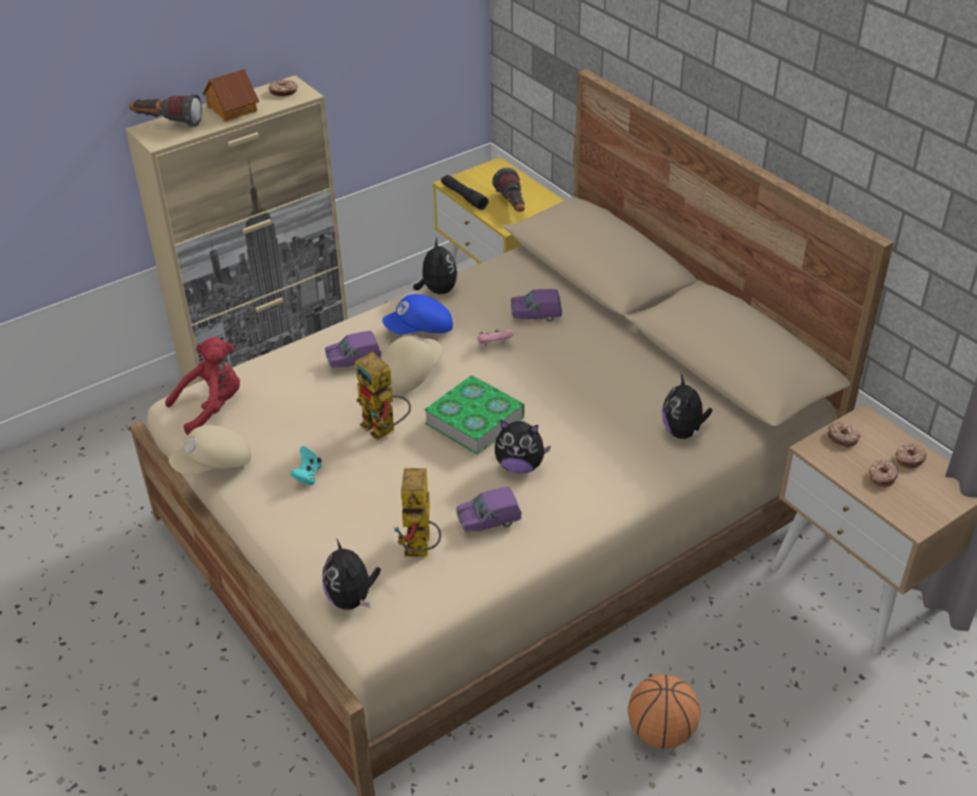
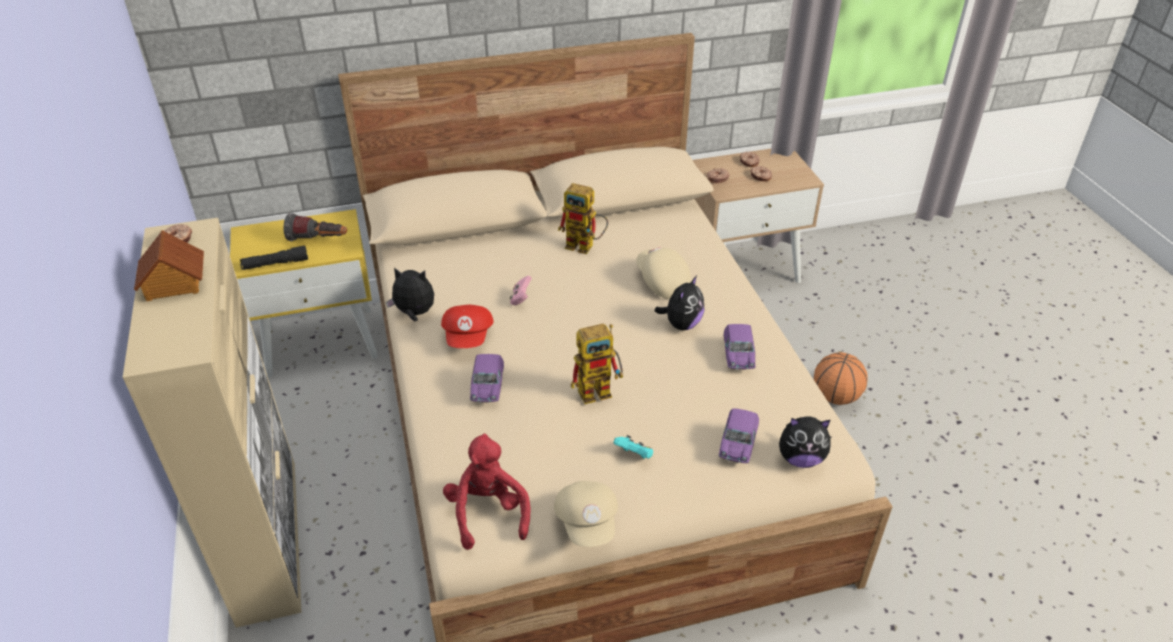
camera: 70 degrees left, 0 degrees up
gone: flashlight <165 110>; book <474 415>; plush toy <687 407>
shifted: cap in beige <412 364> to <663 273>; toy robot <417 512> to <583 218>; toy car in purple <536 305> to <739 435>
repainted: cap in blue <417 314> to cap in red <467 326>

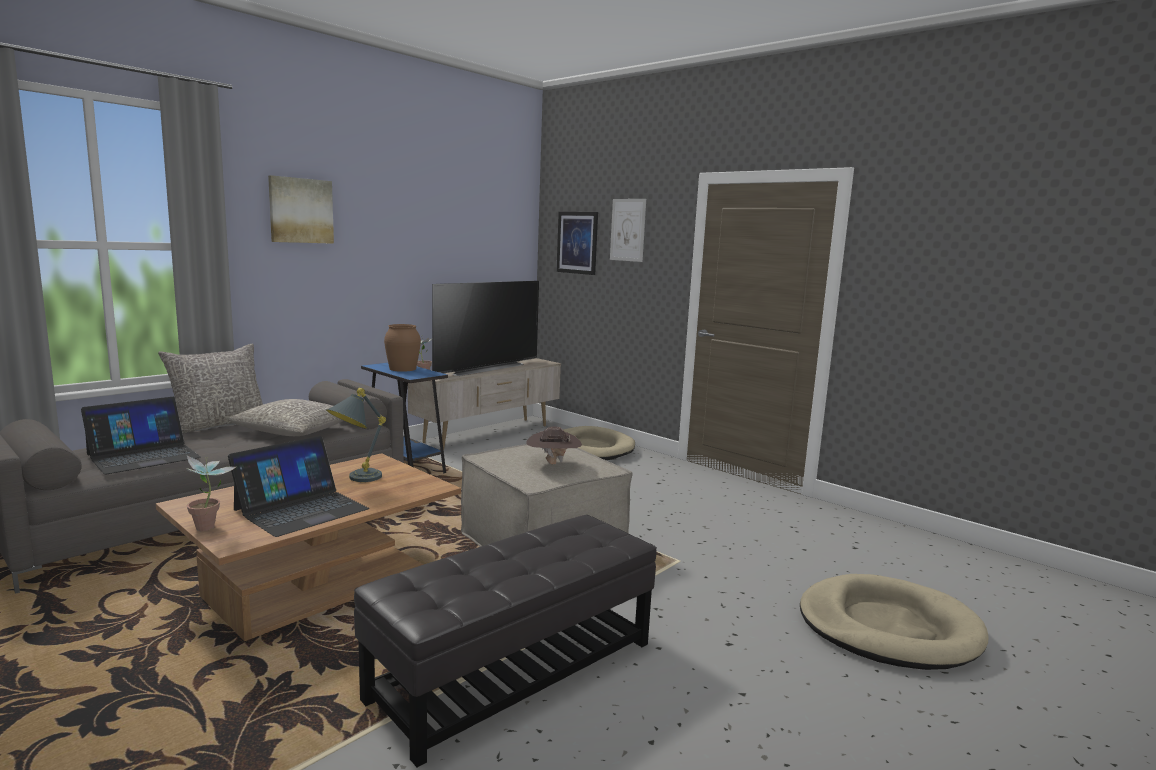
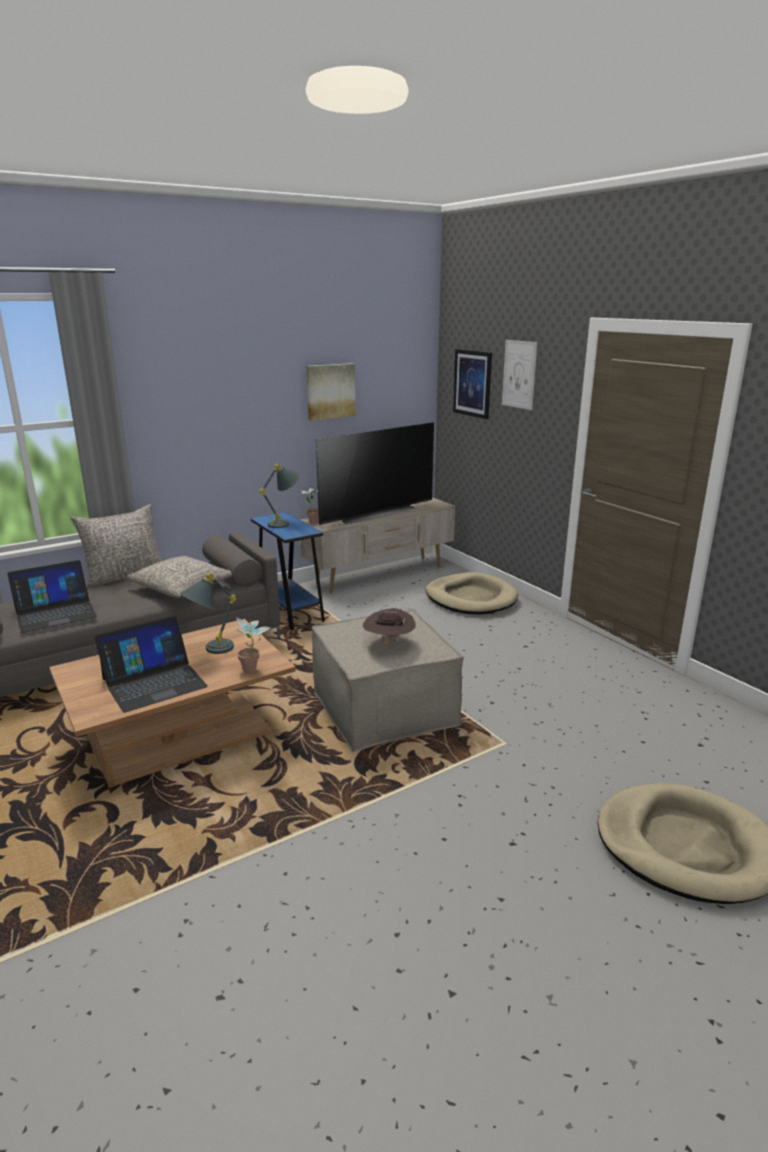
camera: 15 degrees right, 10 degrees up
gone: ottoman in black <505 641>
shifted: potted plant <211 493> to <253 645>; picture <301 209> to <330 392>
swapped: vase in brown <402 348> to table lamp in grey <280 496>

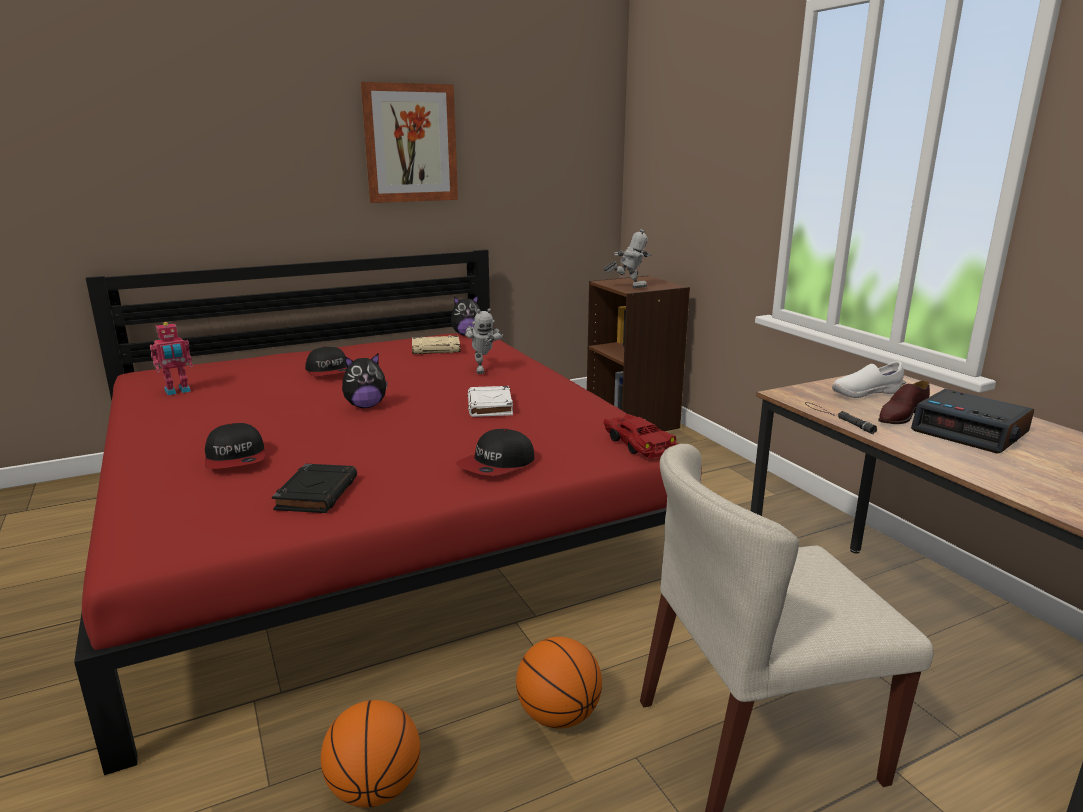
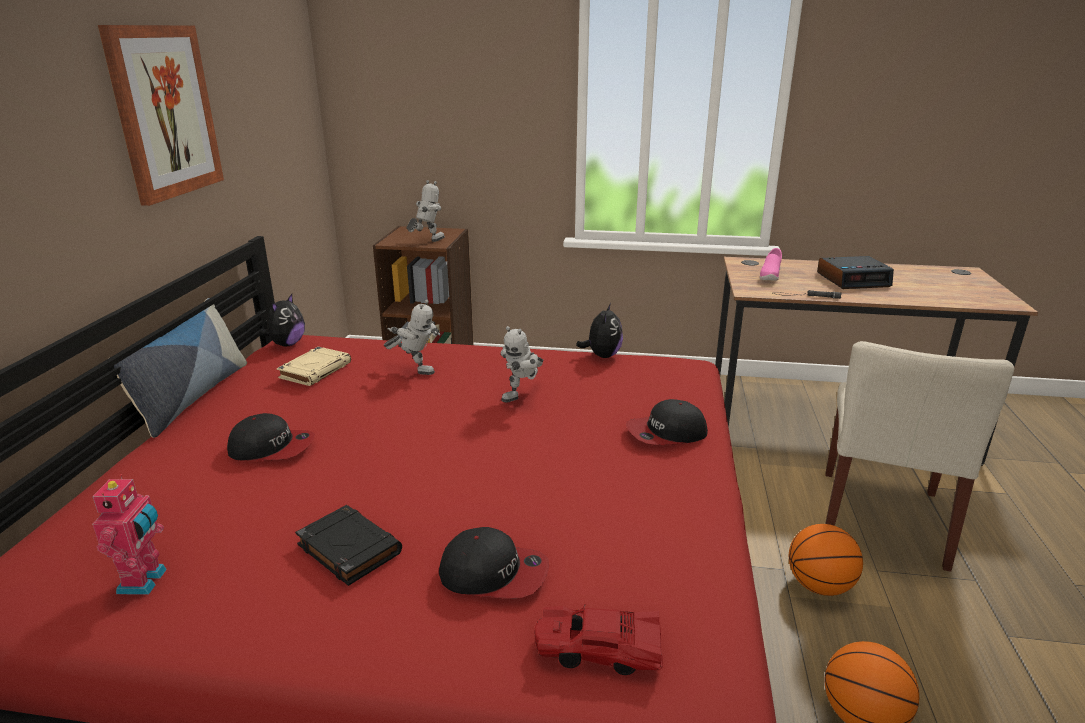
camera: 55 degrees left, 5 degrees up
gone: shoe in brown <904 402>
new: pillow <177 368>
shifted: book in black <314 488> to <348 545>; plush toy <365 380> to <599 330>; toy car in red <640 436> to <598 640>
swapped: book in white <490 401> to toy robot <522 364>
repainted: shoe in white <868 379> to shoe in pink <770 264>
rotated: cap <495 452> = <667 422> 90 degrees clockwise

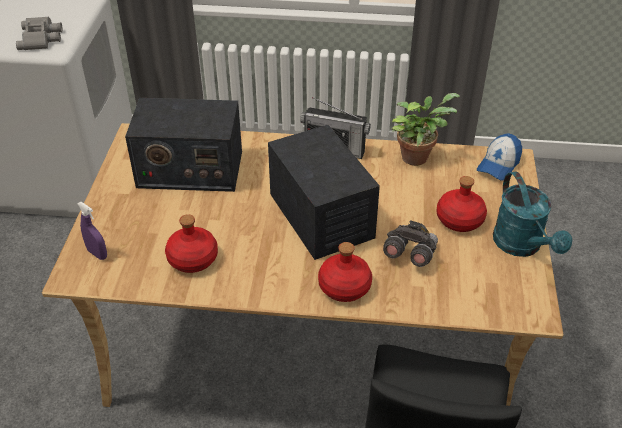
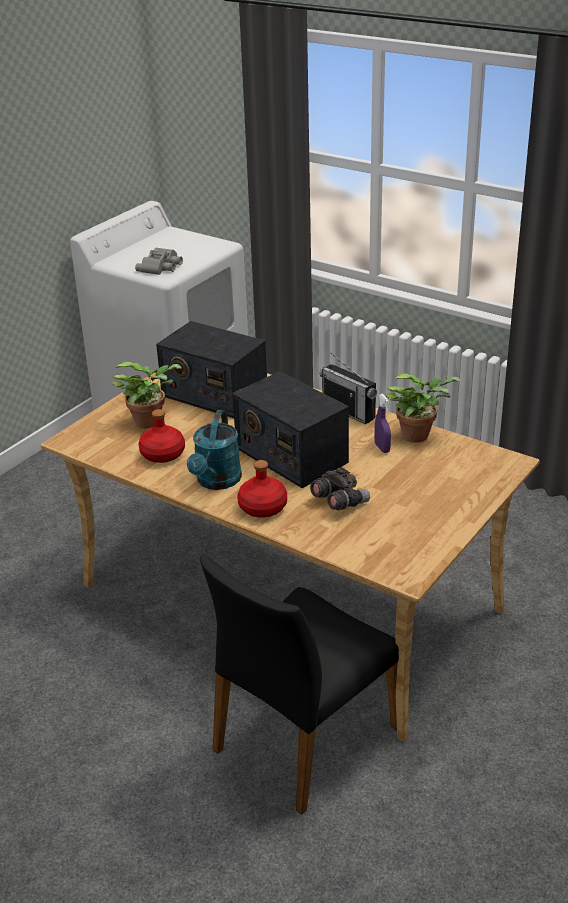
camera: 30 degrees right, 10 degrees down
gone: bottle in red <461 204>; cap <499 157>
new: potted plant <146 395>
shifted: spray bottle in purple <92 231> to <383 423>; watering can in turquoise <532 214> to <214 450>
rotated: radio <324 192> = <290 429> 135 degrees clockwise

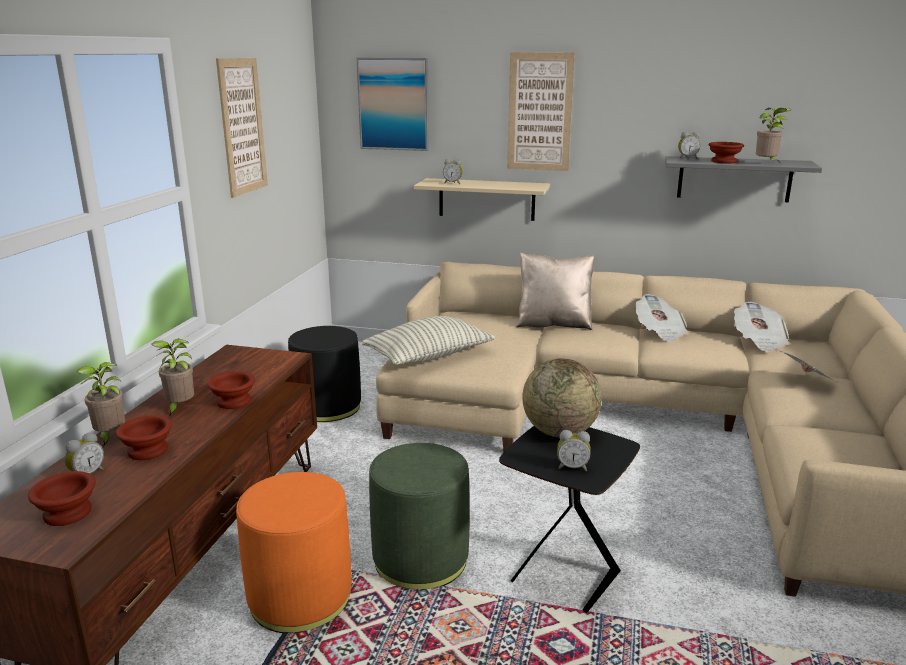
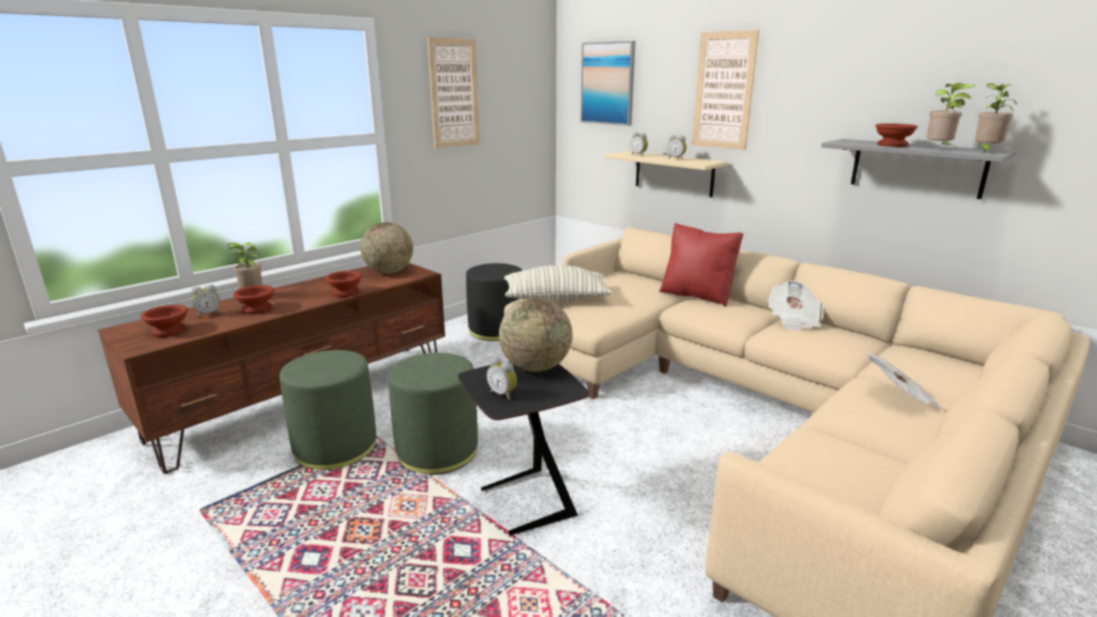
camera: 30 degrees right, 0 degrees up
gone: newspaper <762 327>
new: globe <386 248>
shifted: potted plant <173 378> to <996 118>; alarm clock <689 145> to <677 147>
repainted: ottoman in orange <294 552> to ottoman in green <328 410>; pillow in beige <555 291> to pillow in red <701 265>

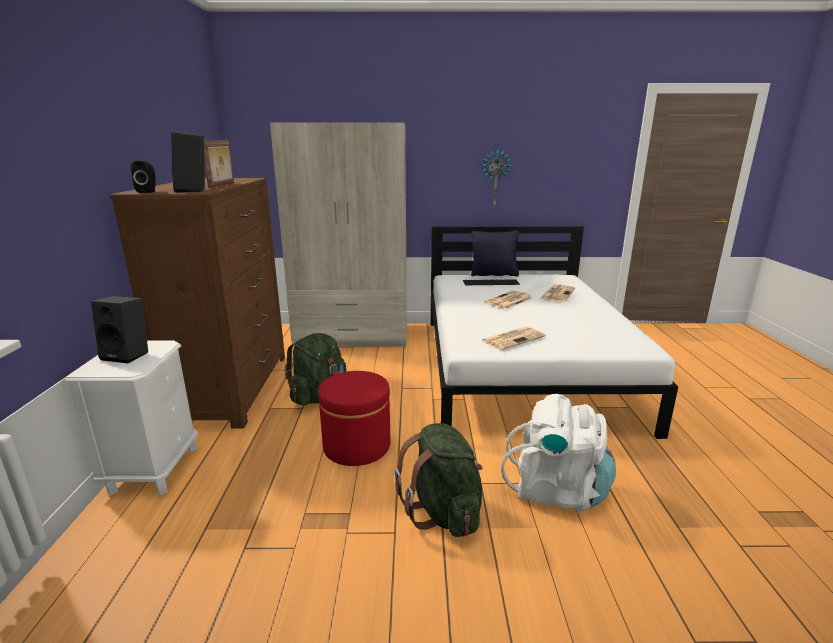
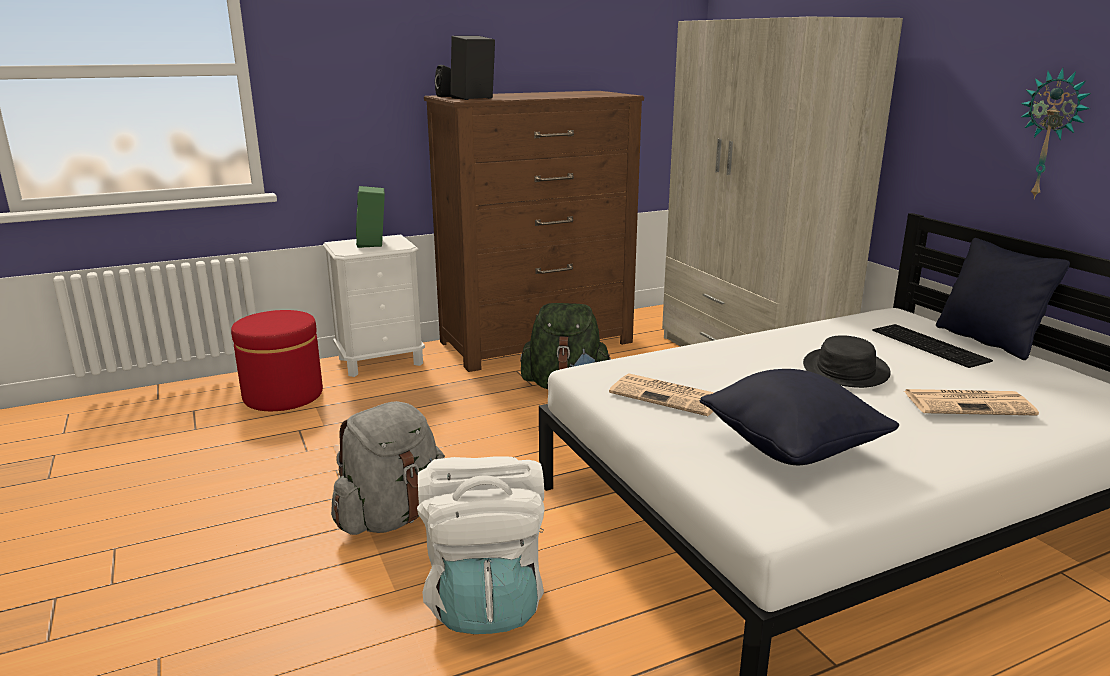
camera: 65 degrees right, 0 degrees up
gone: picture frame <219 164>
new: pillow in black <799 417>
shifted: ottoman in red <354 418> to <277 360>
swapped: newspaper <508 299> to hat in black <847 361>
repainted: speaker in black <119 329> to speaker in green <370 217>; backpack in green <438 480> to backpack in grey <388 468>

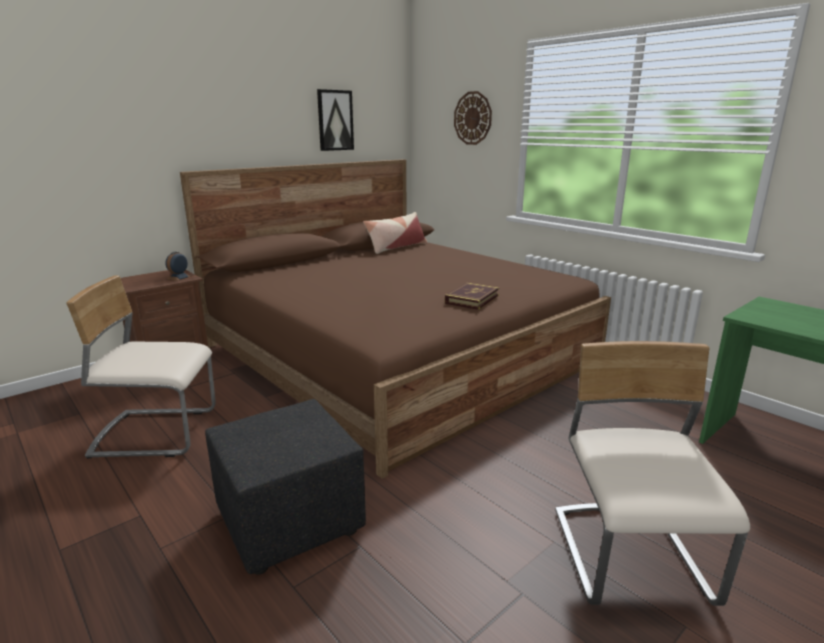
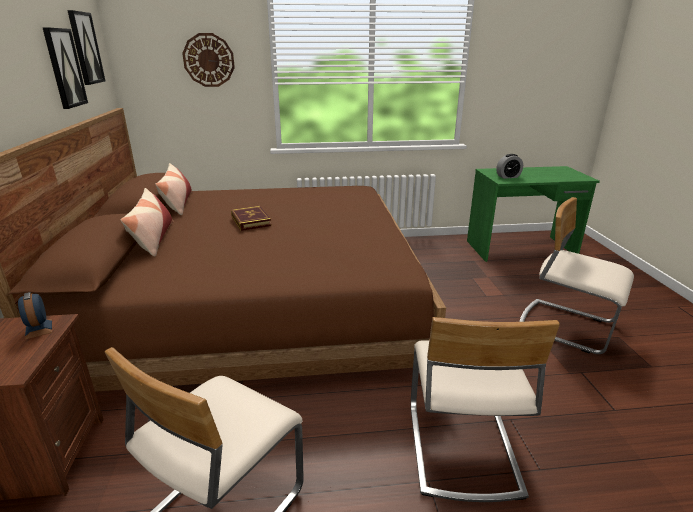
camera: 55 degrees left, 5 degrees up
new: picture <86 47>; pillow <147 222>; alarm clock <509 166>
shifted: book <472 296> to <251 218>
swapped: ottoman in black <285 487> to chair in beige <485 409>

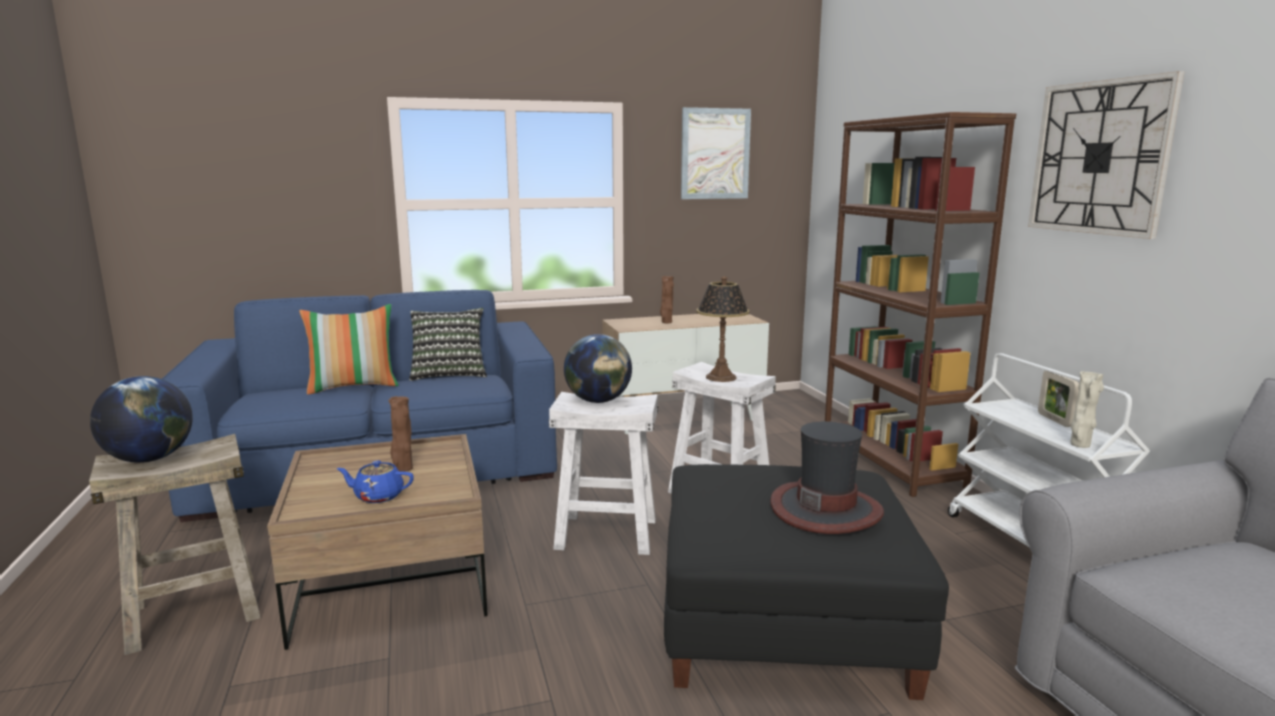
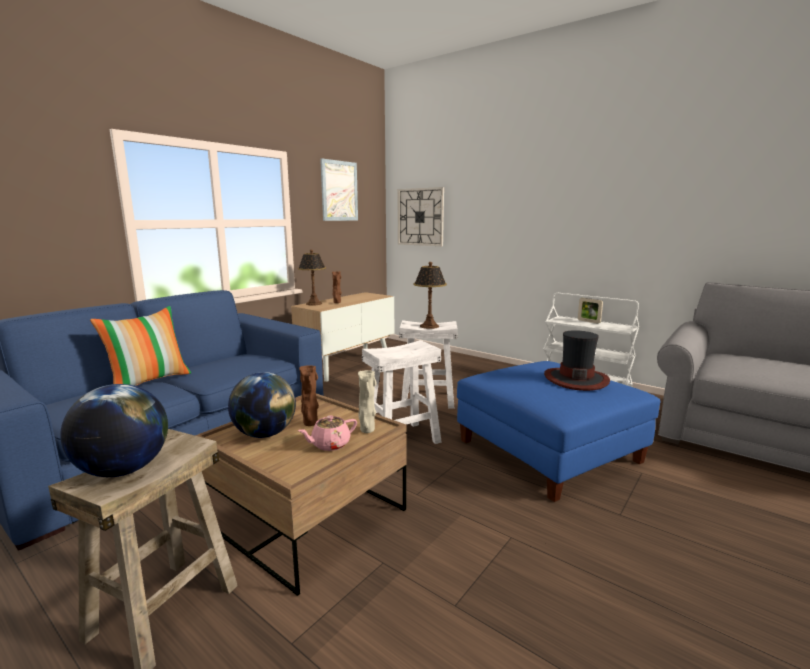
camera: 35 degrees left, 0 degrees up
gone: pillow <448 344>; bookcase in brown <920 304>
new: table lamp <312 278>
shifted: globe <598 368> to <262 405>; wall clock <1106 155> to <421 216>; vase in beige <1087 409> to <367 401>
repainted: teapot in blue <375 481> to teapot in pink <327 433>; ottoman in black <806 582> to ottoman in blue <558 431>

